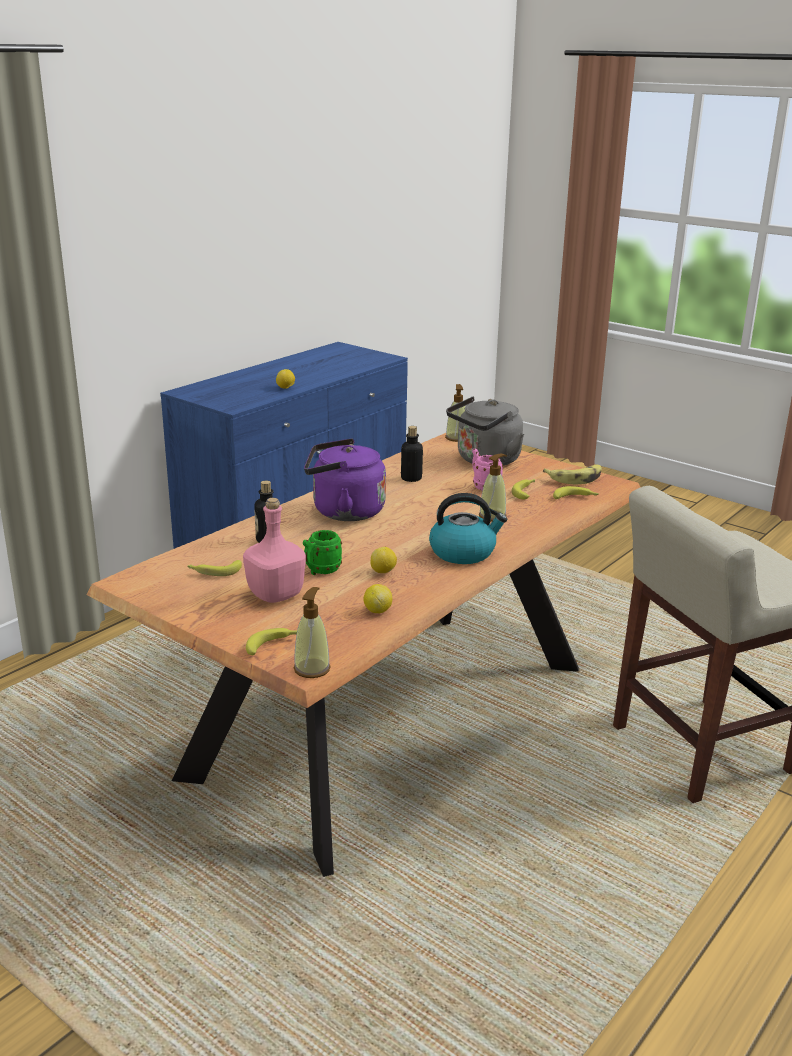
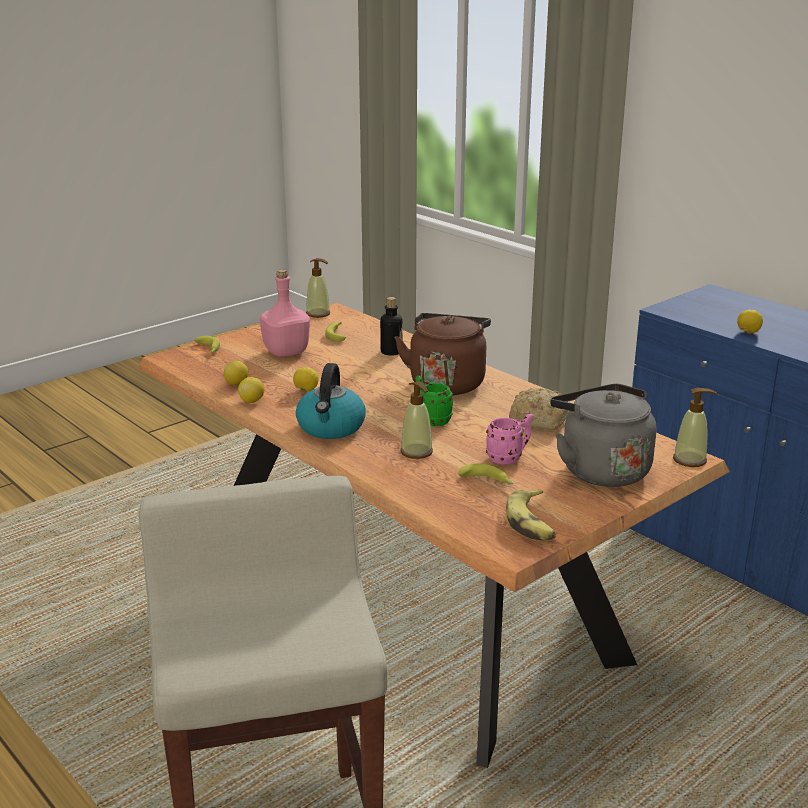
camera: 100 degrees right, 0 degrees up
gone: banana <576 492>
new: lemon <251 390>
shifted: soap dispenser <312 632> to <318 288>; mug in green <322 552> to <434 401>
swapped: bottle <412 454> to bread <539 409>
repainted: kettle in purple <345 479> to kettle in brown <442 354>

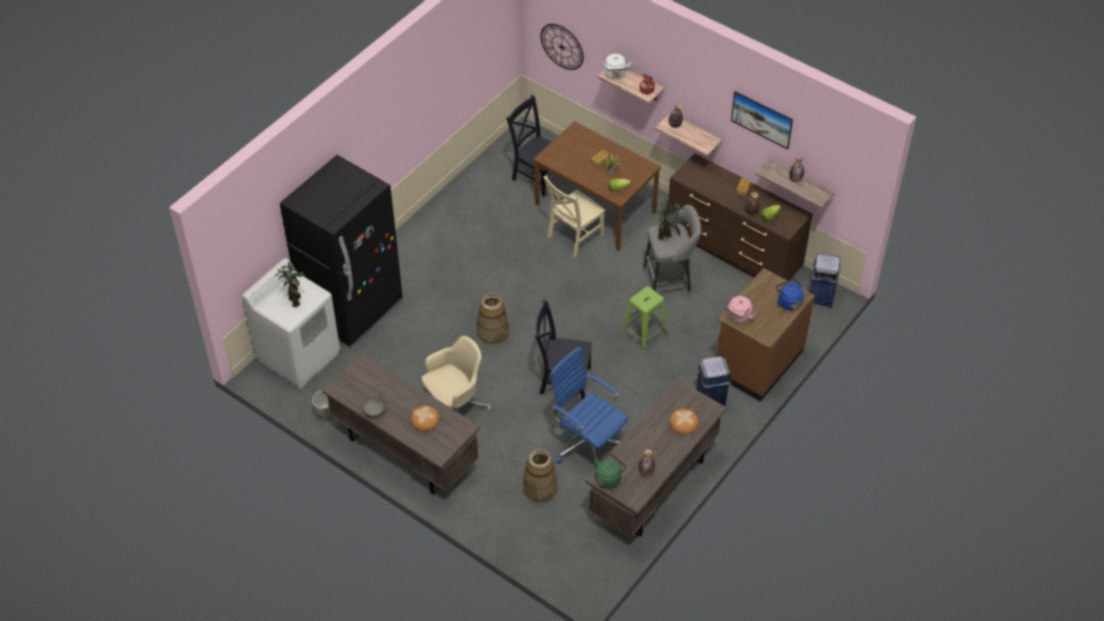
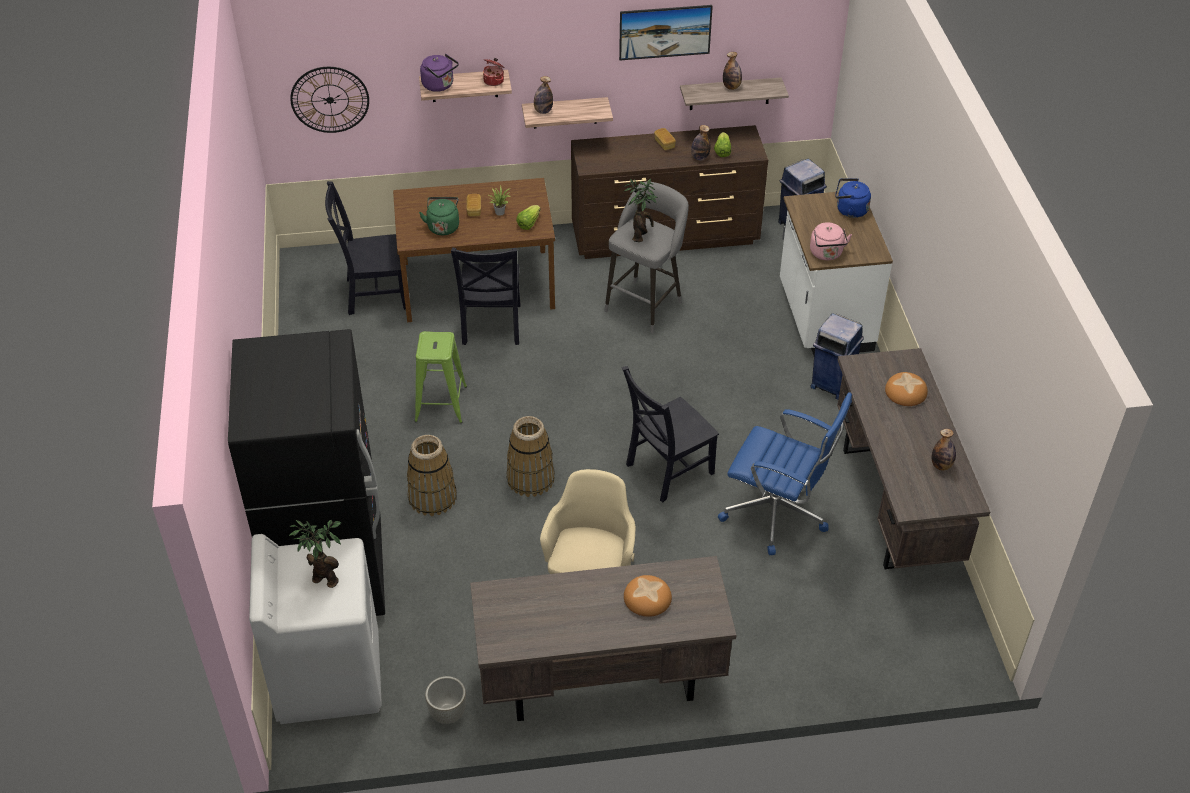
camera: 45 degrees left, 5 degrees down
gone: bowl in grey <374 406>
shifted: basket <540 476> to <432 475>; kettle in green <611 471> to <439 216>; stool in green <644 320> to <441 377>
repainted: chair in beige <574 216> to chair in black <486 296>; kettle in white <618 66> to kettle in purple <439 73>; counter in brown <766 335> to counter in white <836 273>
rotated: office chair in blue <588 405> = <785 473> 150 degrees counterclockwise

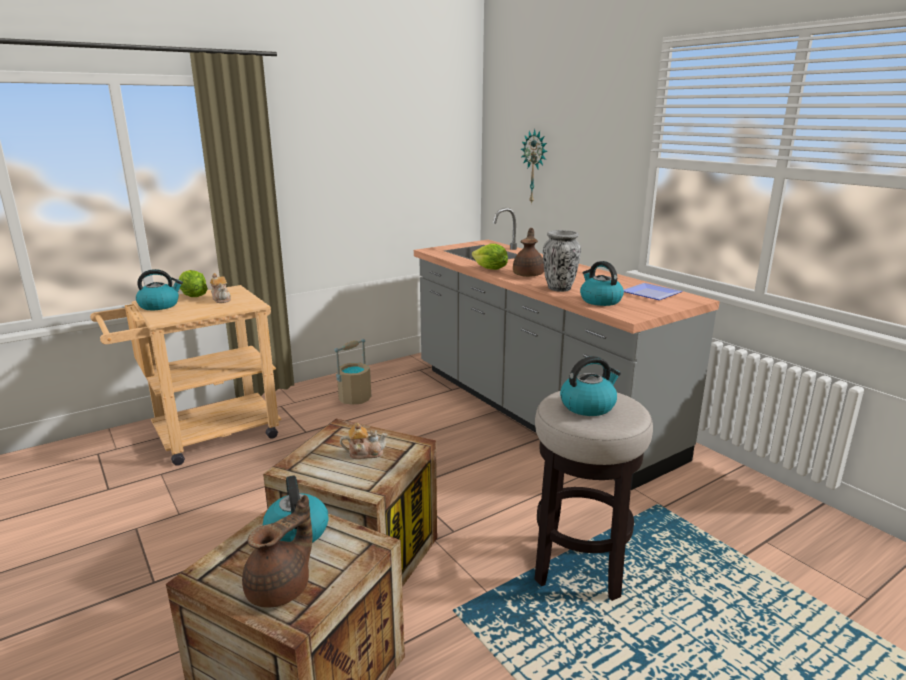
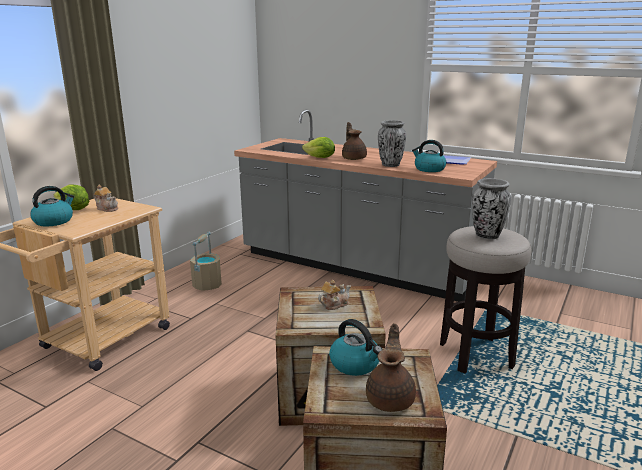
camera: 25 degrees left, 0 degrees up
gone: wall clock <534 166>
swapped: kettle <590 386> to vase <491 208>

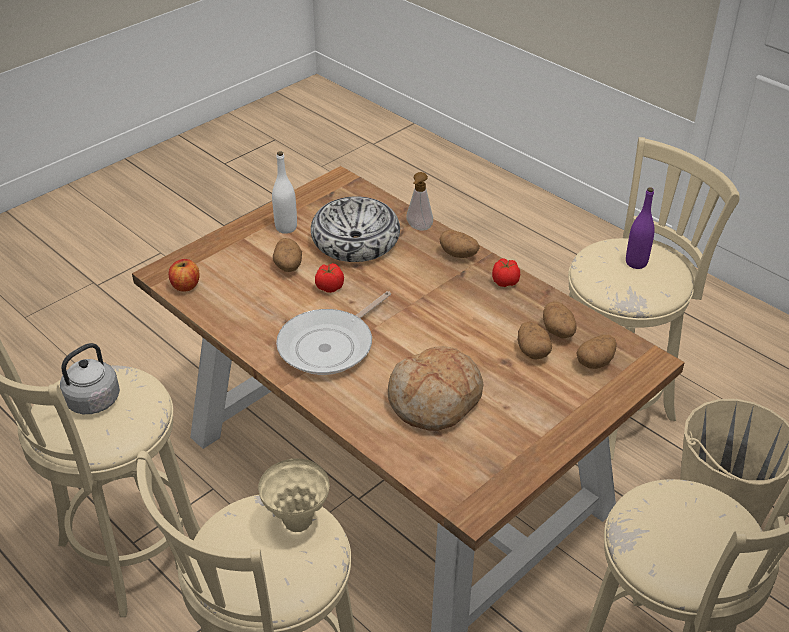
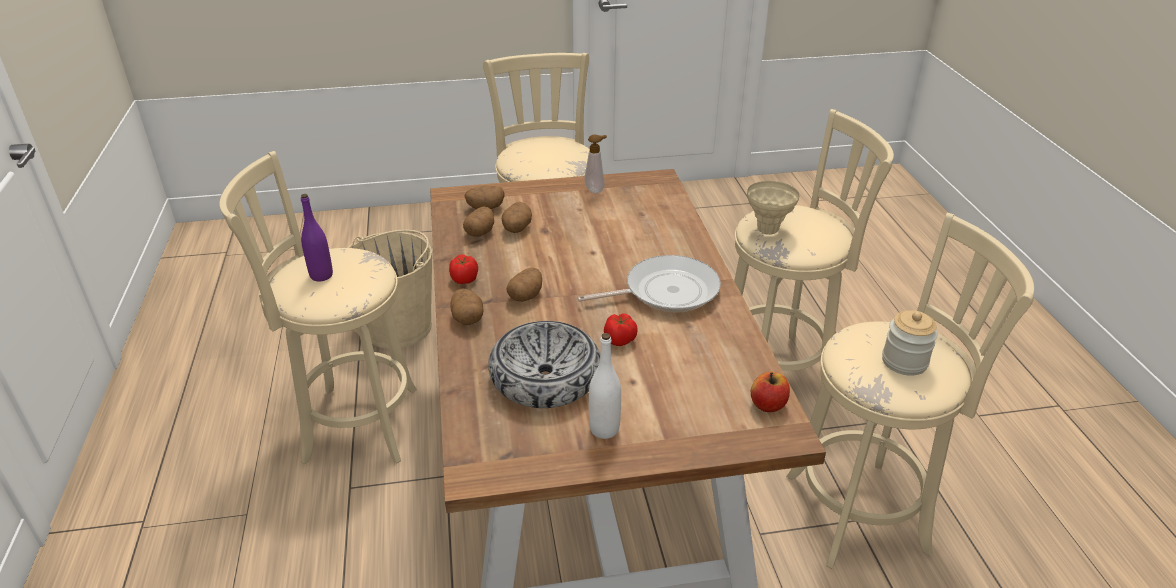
camera: 145 degrees left, 5 degrees down
gone: bread <435 388>
shifted: potato <287 255> to <524 284>; soap dispenser <419 201> to <596 164>
swapped: kettle in grey <90 378> to jar <910 343>

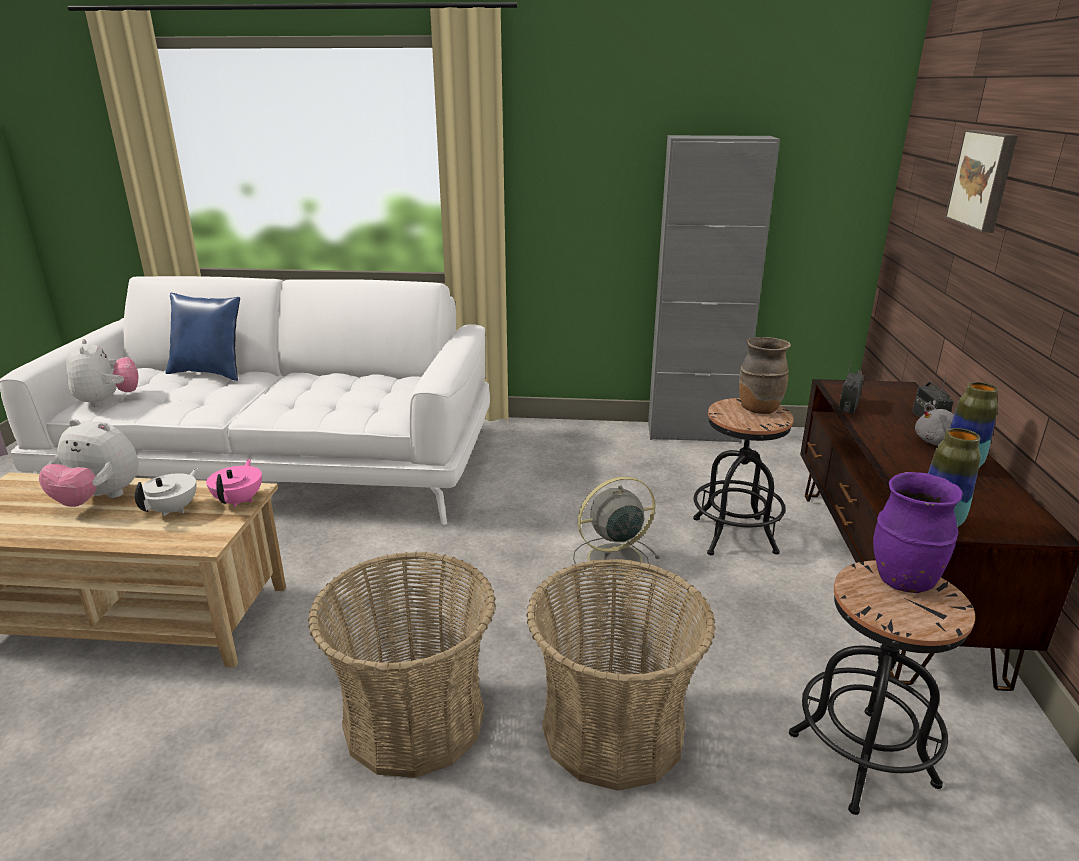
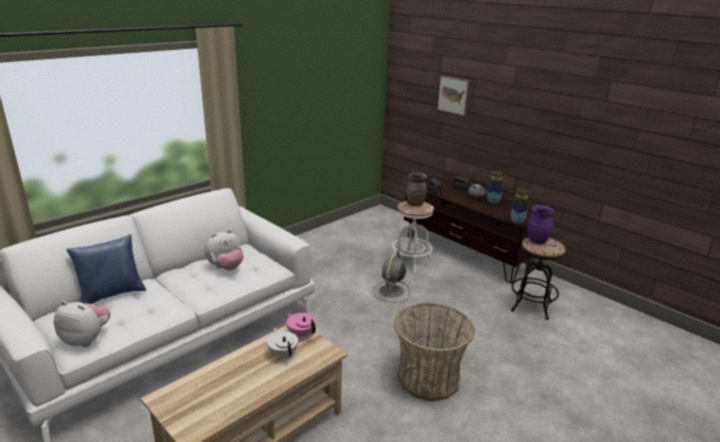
camera: 50 degrees left, 0 degrees up
gone: basket <621 675>; cabinet in grey <714 289>
shifted: plush toy <89 463> to <224 250>
repainted: stool in black <743 476> to stool in white <413 237>

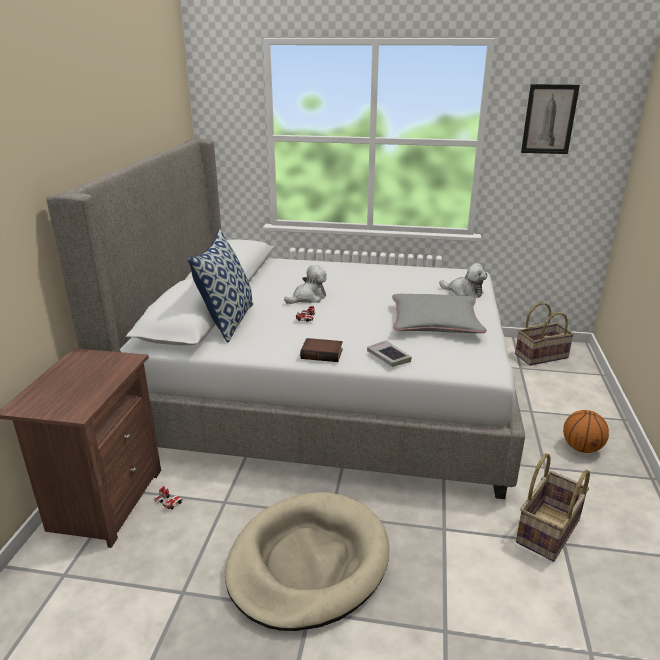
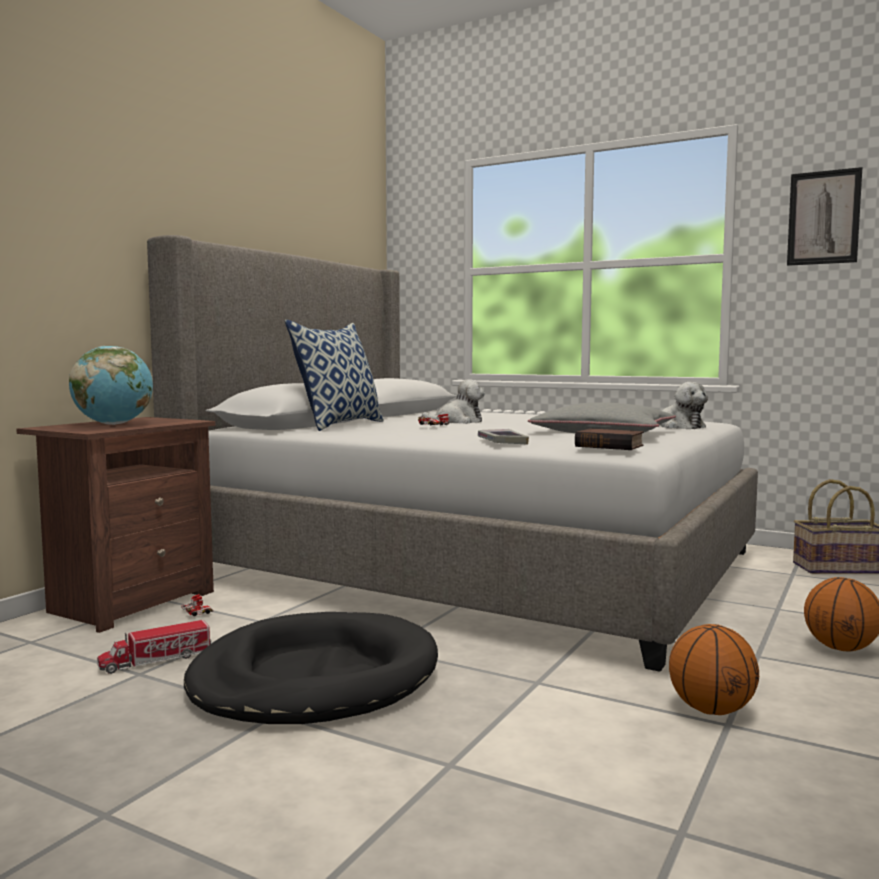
camera: 20 degrees right, 20 degrees down
new: globe <111 385>; toy truck <154 647>
shifted: book <321 350> to <609 439>
swapped: basket <553 507> to basketball <714 669>
repainted: dog bed in beige <307 561> to dog bed in black <311 668>

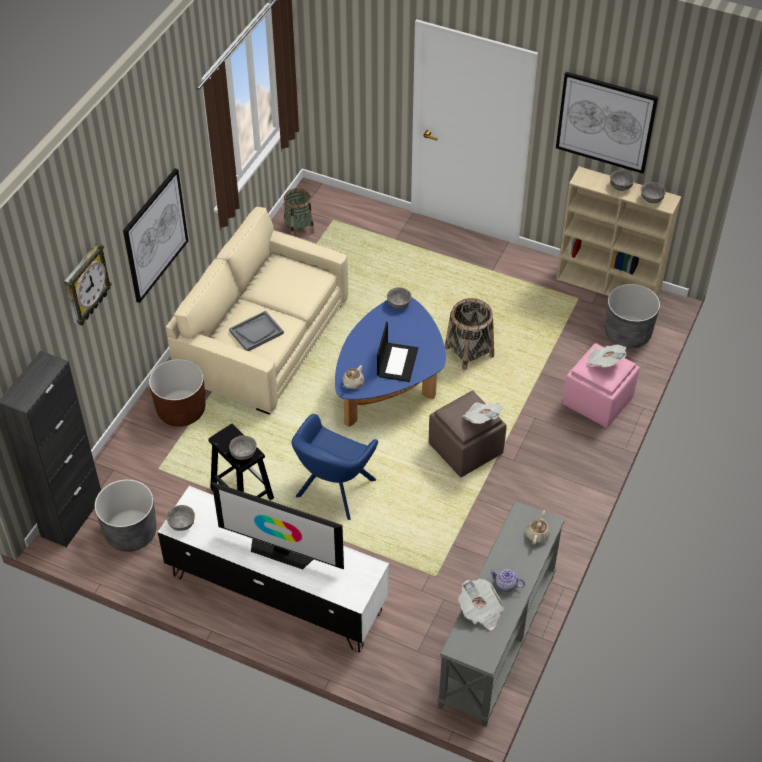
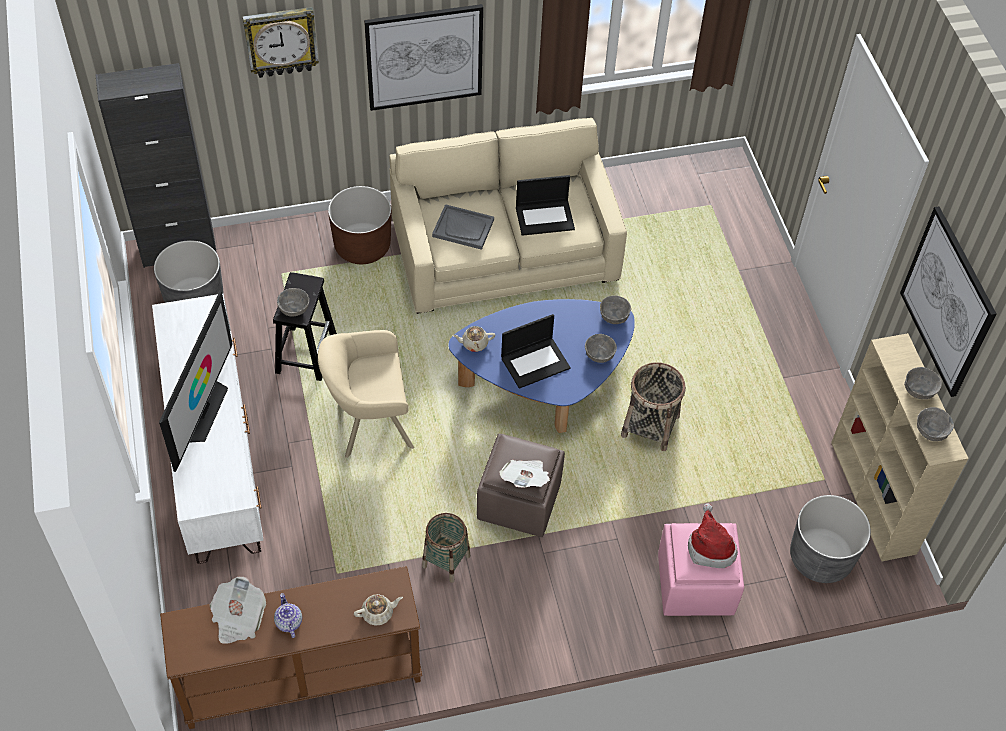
camera: 50 degrees right, 5 degrees up
new: laptop <545 205>
shifted: bowl in grey <180 518> to <601 348>; basket <299 212> to <446 548>
swapped: newspaper <607 355> to hat <713 535>
repainted: armchair in blue <335 467> to armchair in beige <366 394>; console table in grey <501 614> to console table in brown <291 647>
rotated: television <278 525> = <196 381> 150 degrees counterclockwise

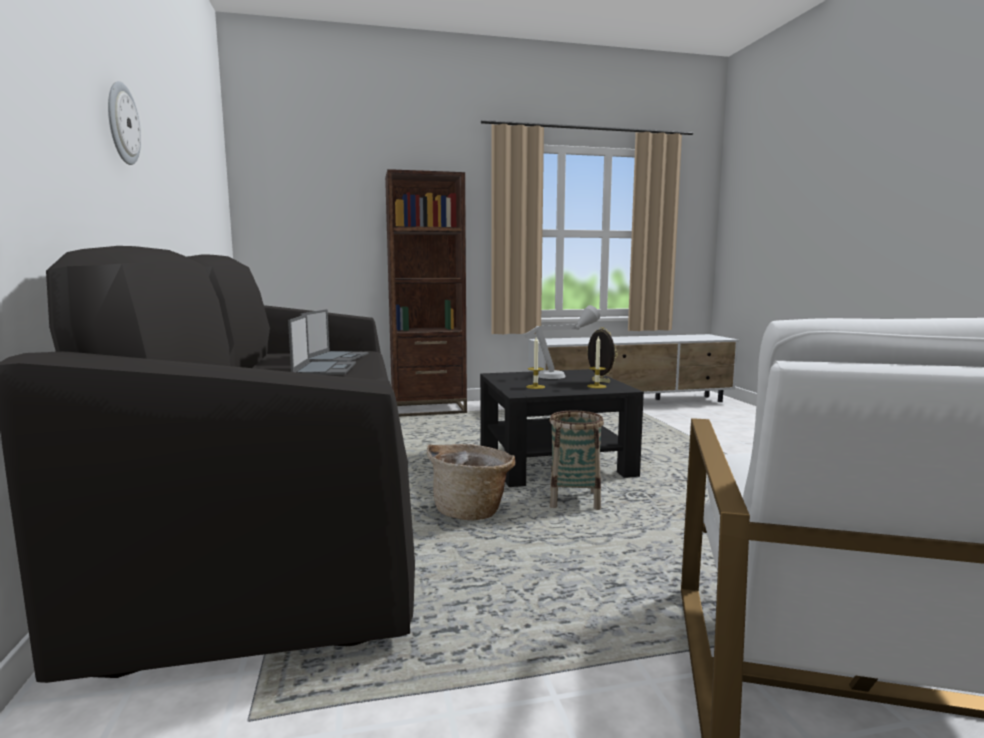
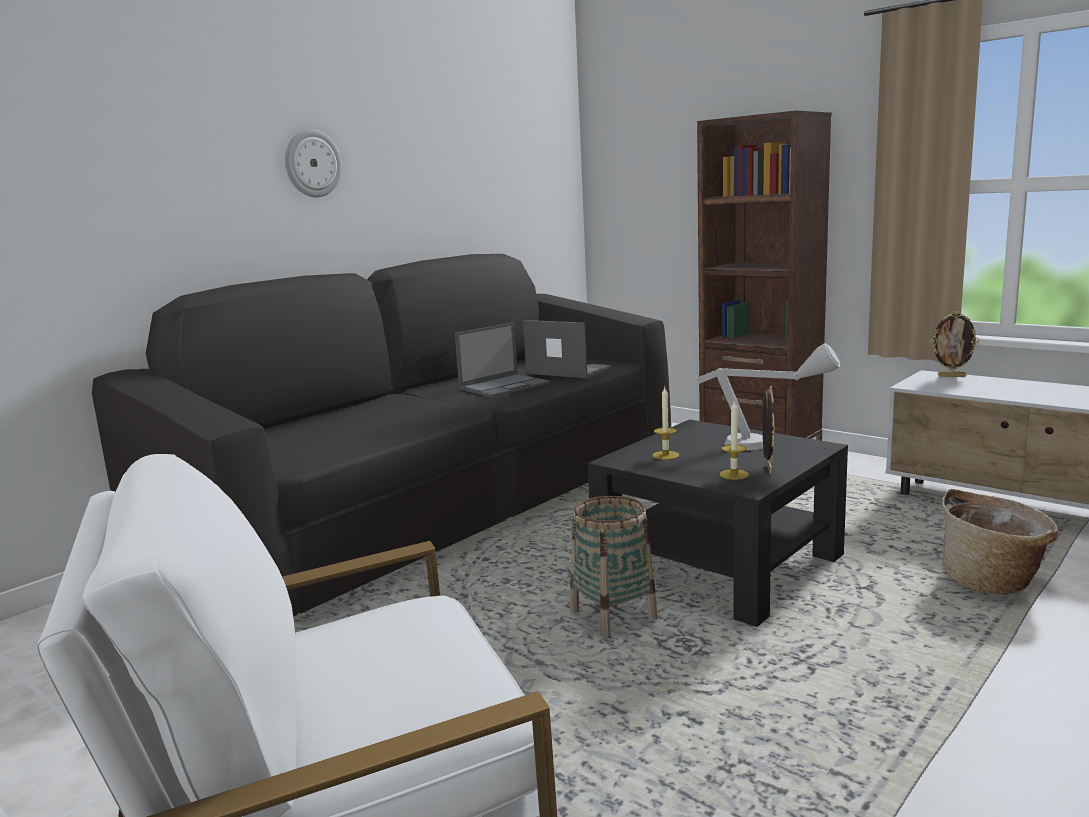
camera: 55 degrees right, 5 degrees up
new: picture frame <955 344>
shifted: basket <471 482> to <1000 542>
rotated: laptop <334 335> = <567 349> 120 degrees counterclockwise

